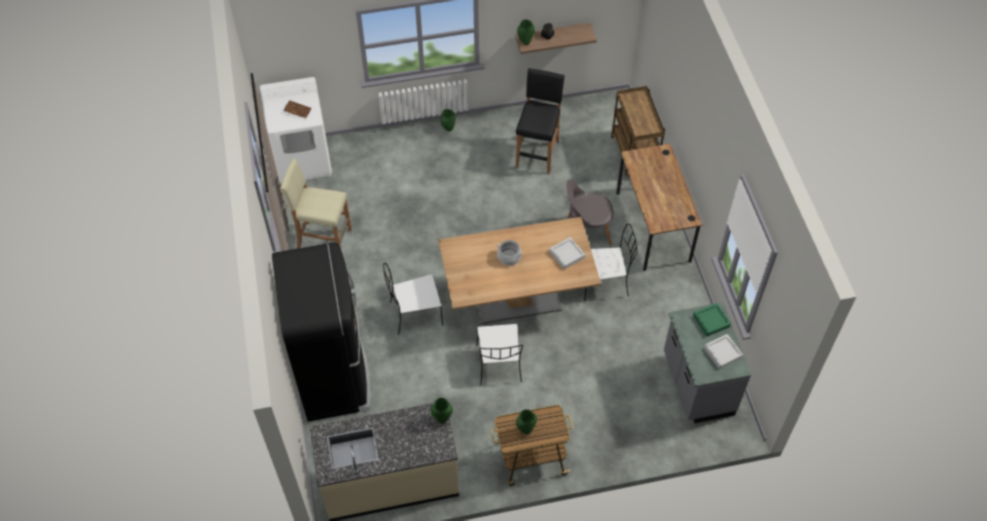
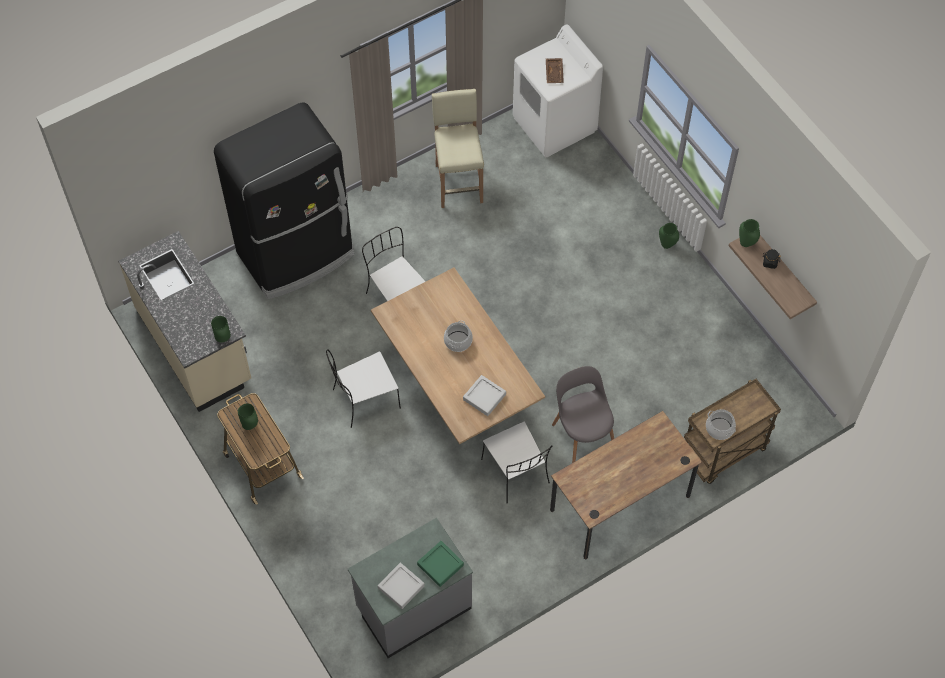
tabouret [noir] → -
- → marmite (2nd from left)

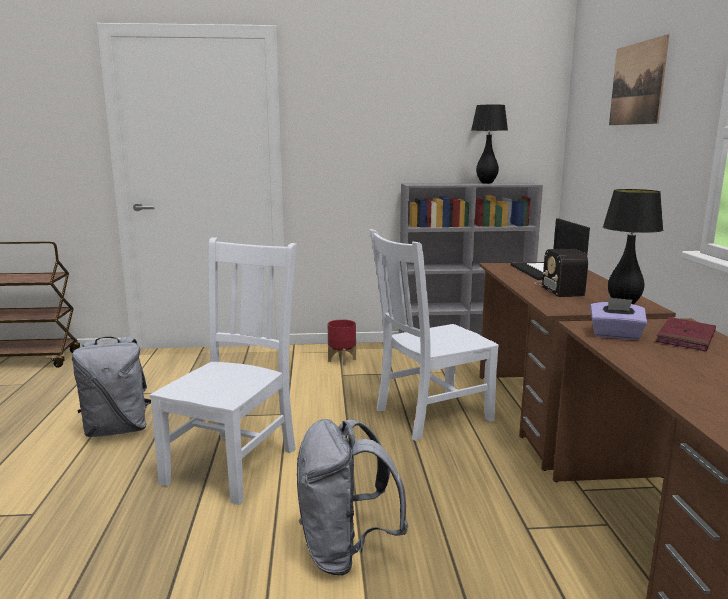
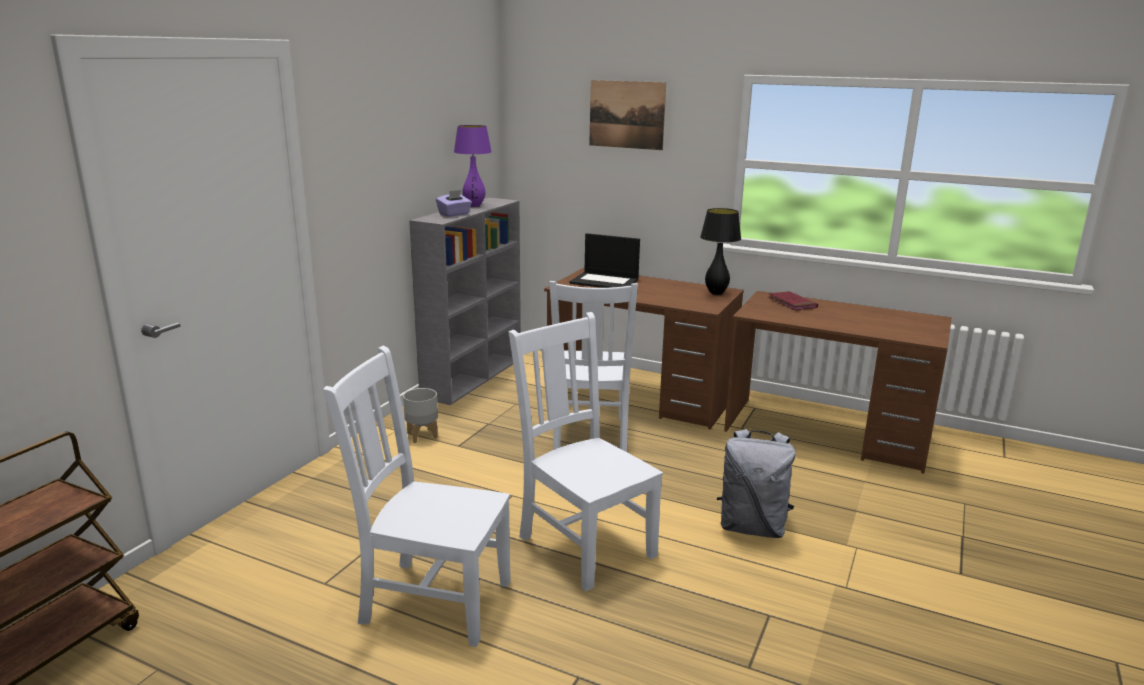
radio → -
boîte à mouchoirs [violet], moved
sac à dos [gris] (1st from left) → chaise [blanc] (1st from left)
cache-pot [rouge] → cache-pot [gris]
lampe de table [noir] (1st from left) → lampe de table [violet]

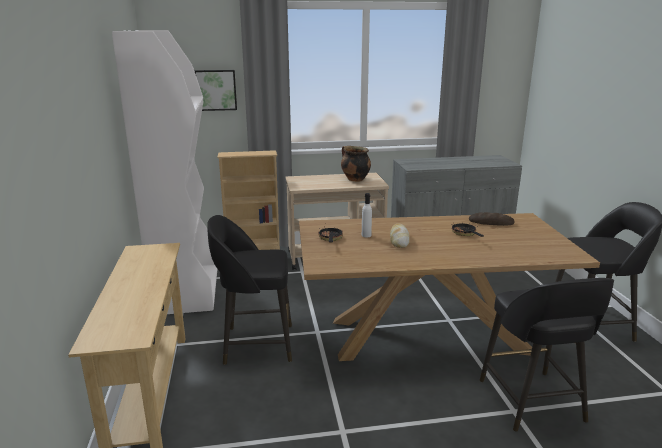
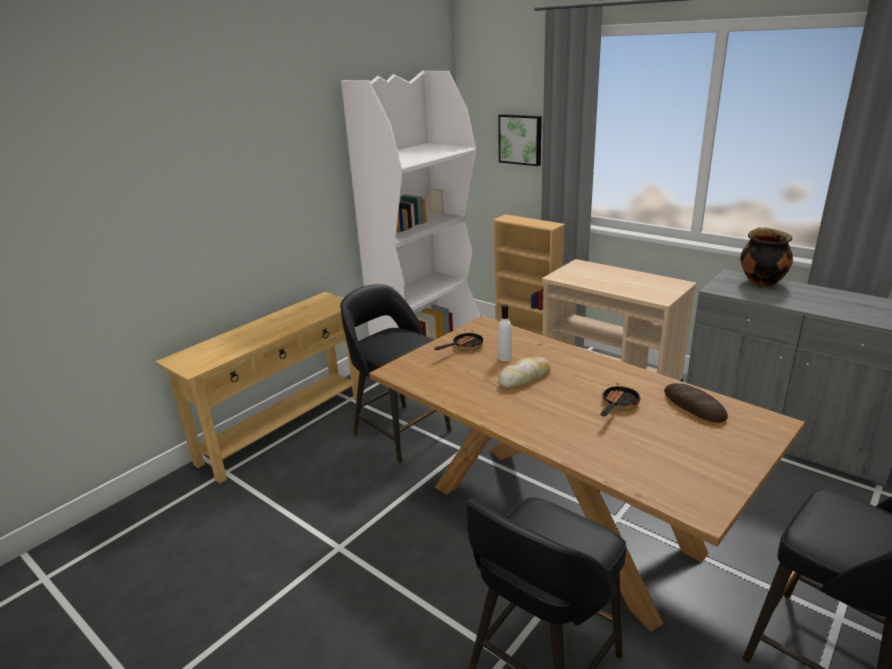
marmite, moved

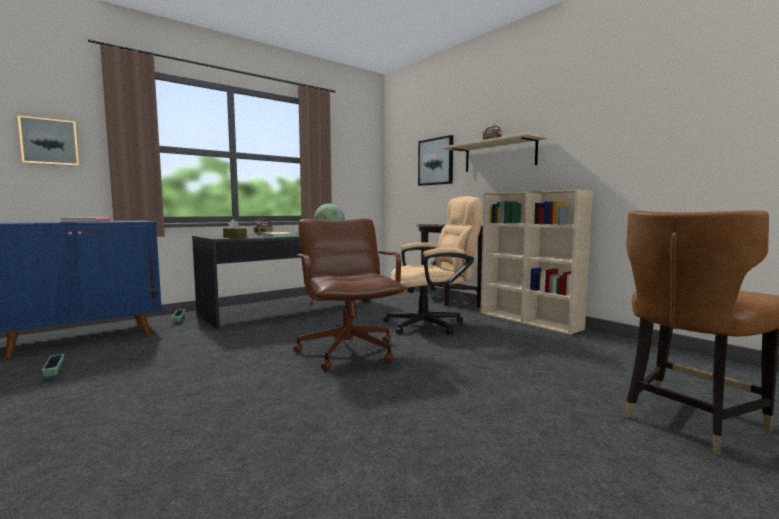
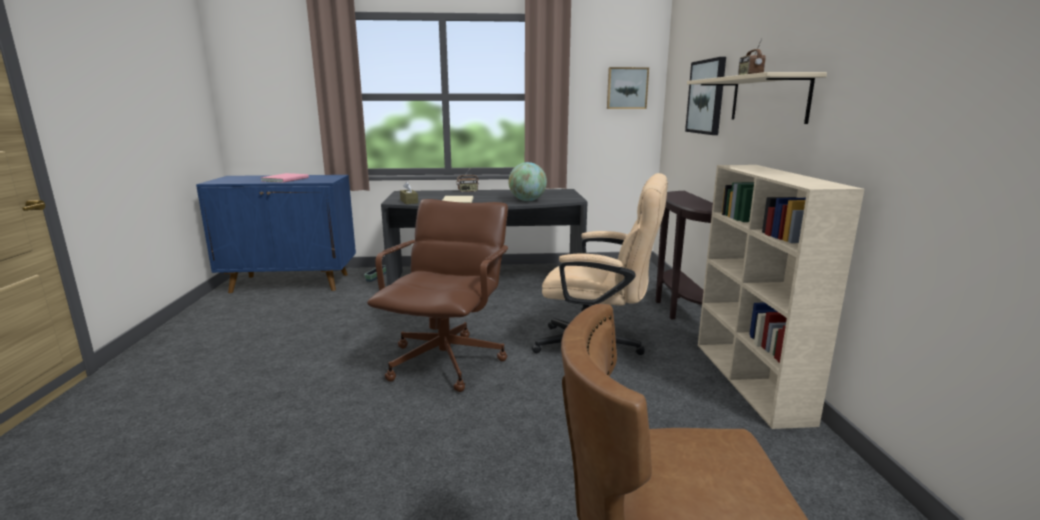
cache-pot (1st from left) → -
tableau (1st from left), moved

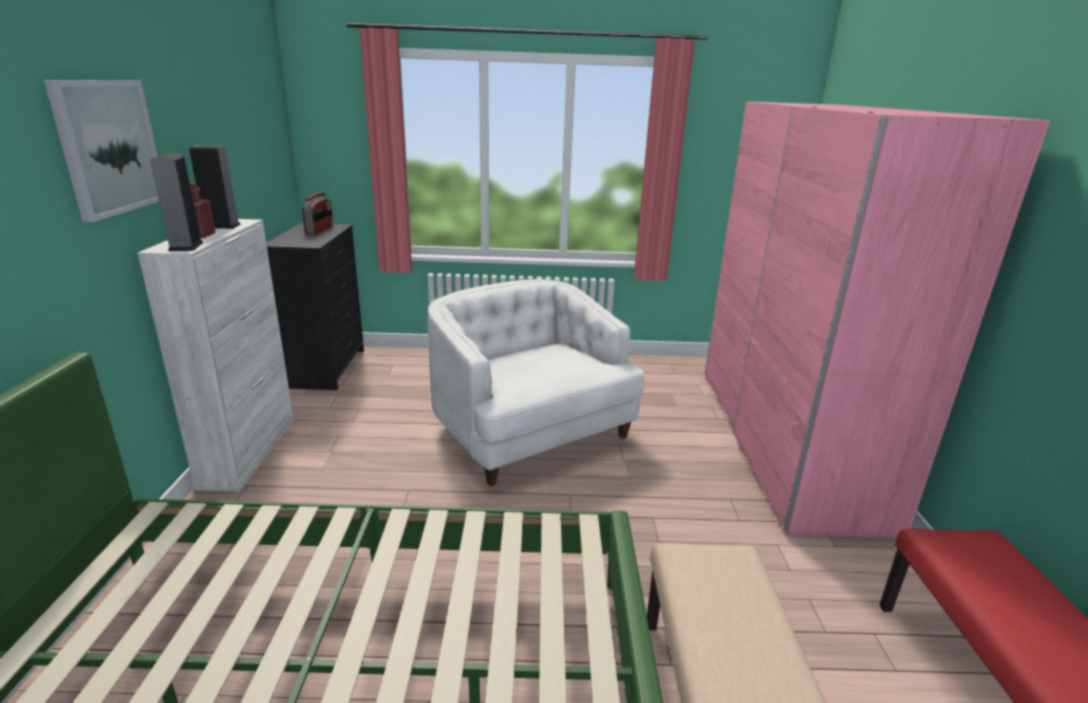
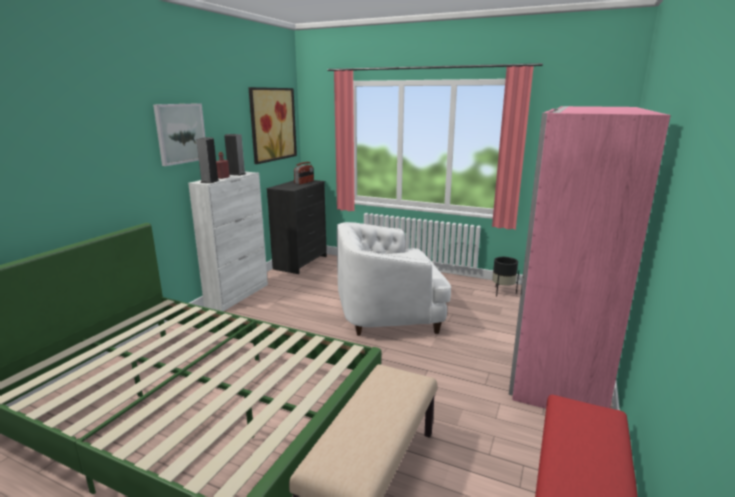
- → tableau (2nd from left)
- → cache-pot [noir]
fauteuil [blanc], 90 degrees counterclockwise

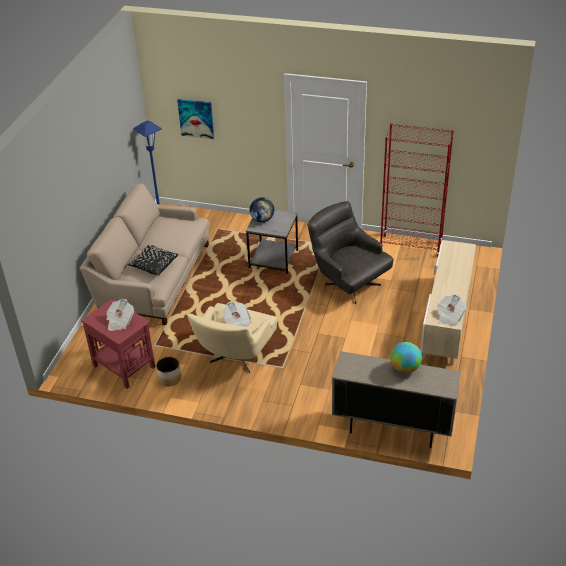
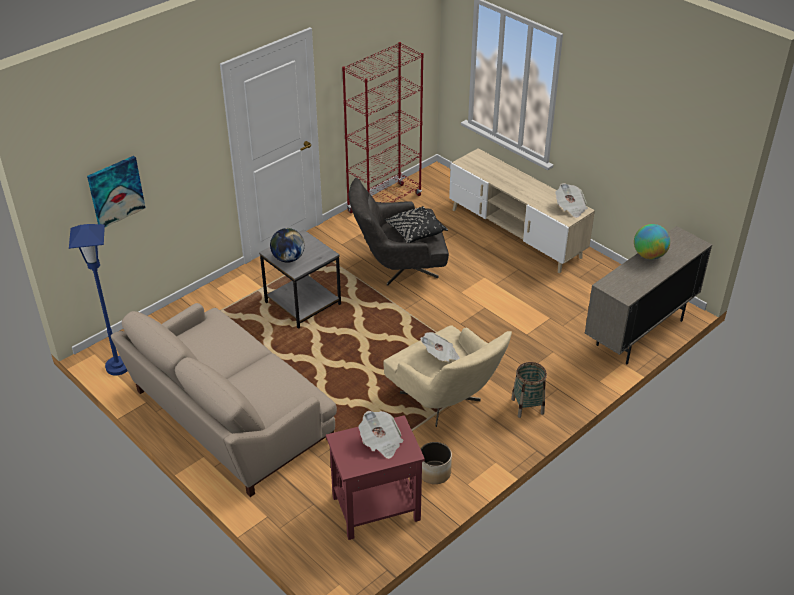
- → panier
coussin [noir], moved

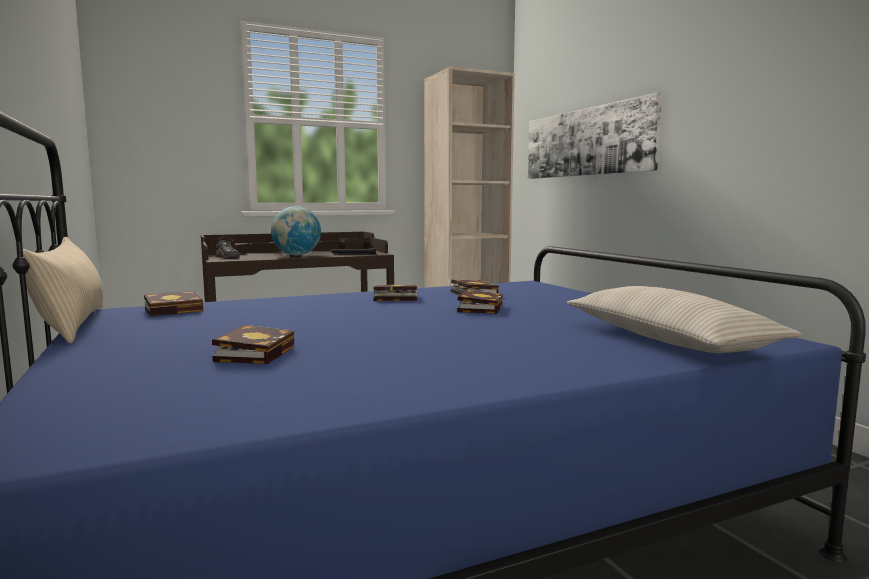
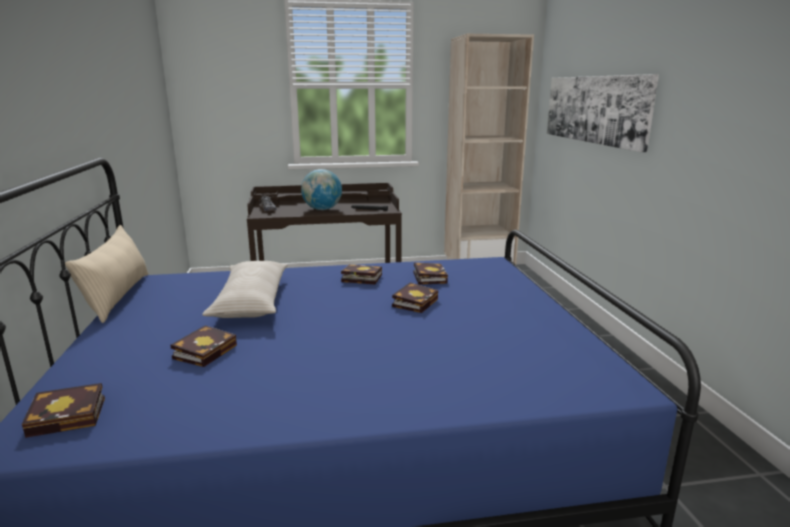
livre (1st from left), moved
coussin [beige] (2nd from left), moved

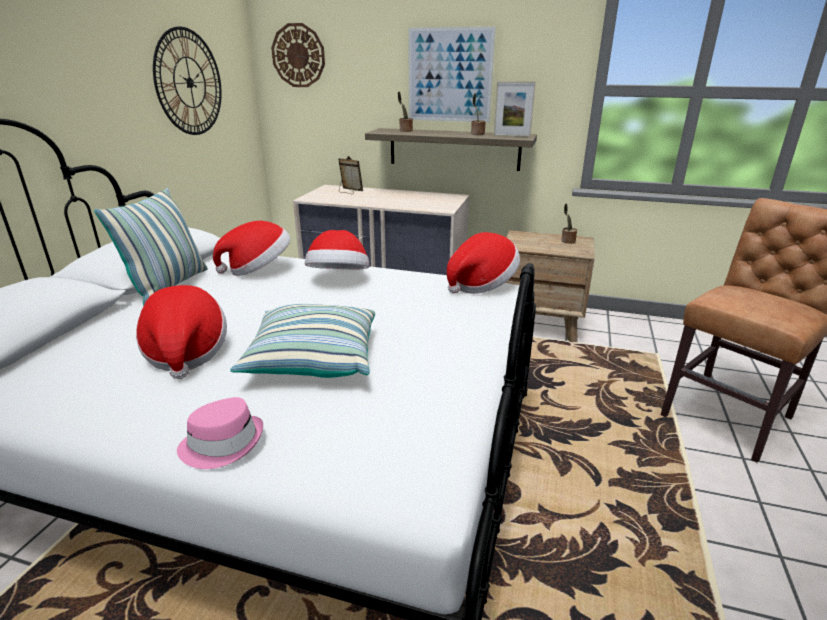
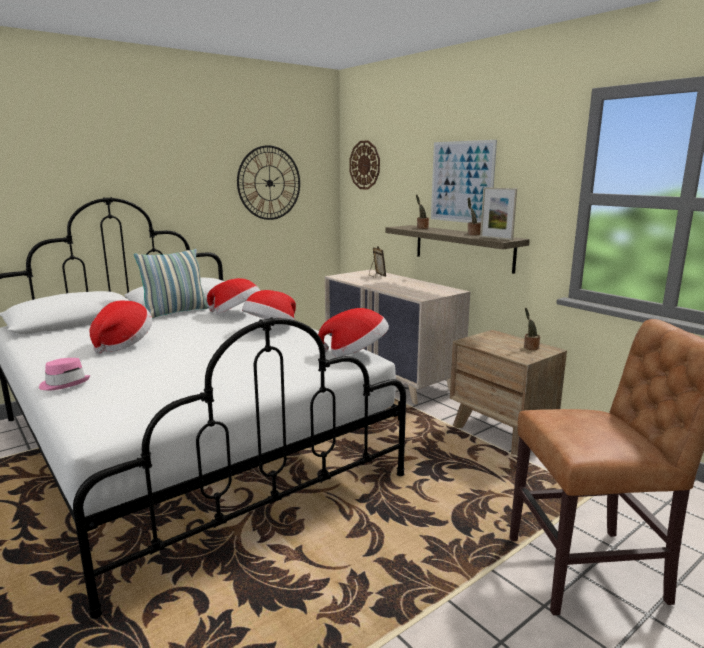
coussin (2nd from left) → -

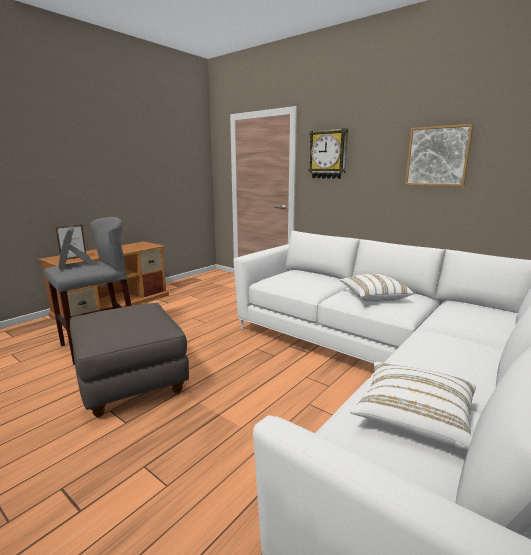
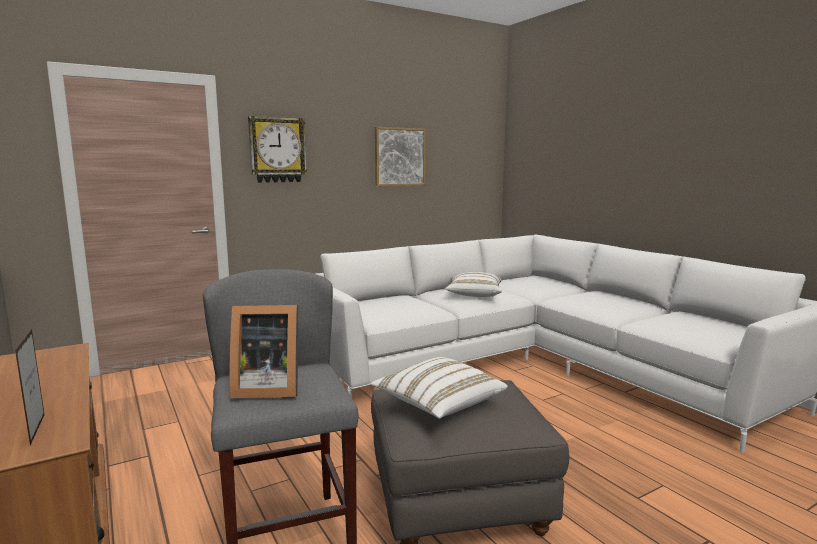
coussin [blanc] (2nd from left in the first image) → coussin [blanc] (1st from left), moved

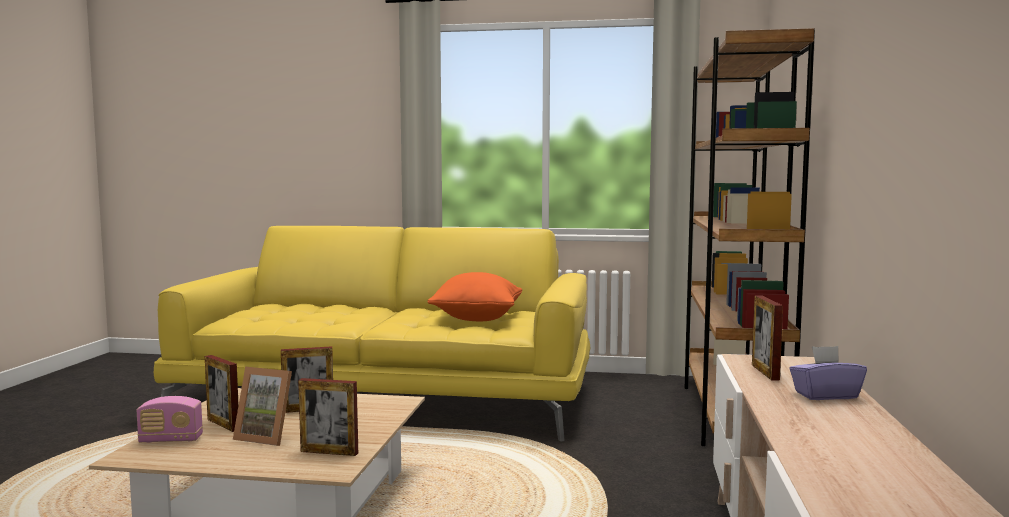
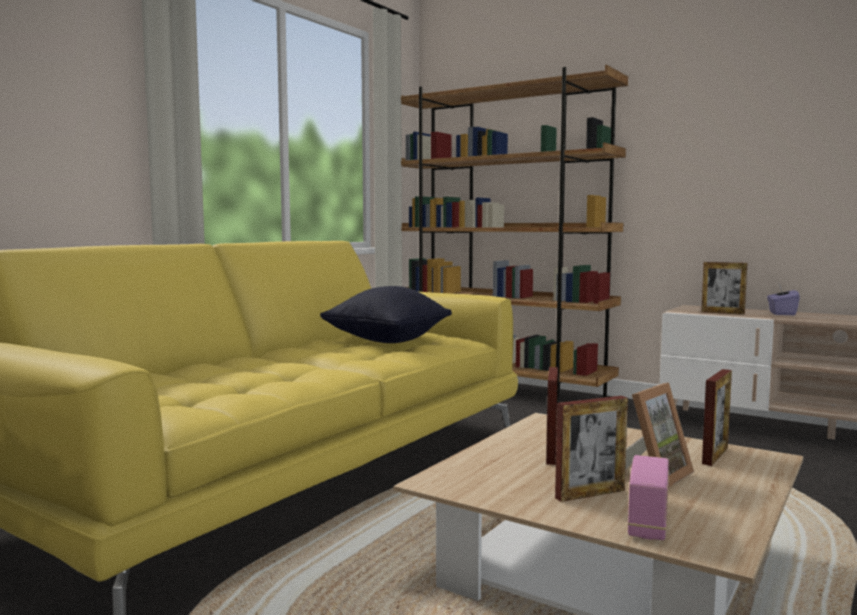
coussin [orange] → coussin [noir]

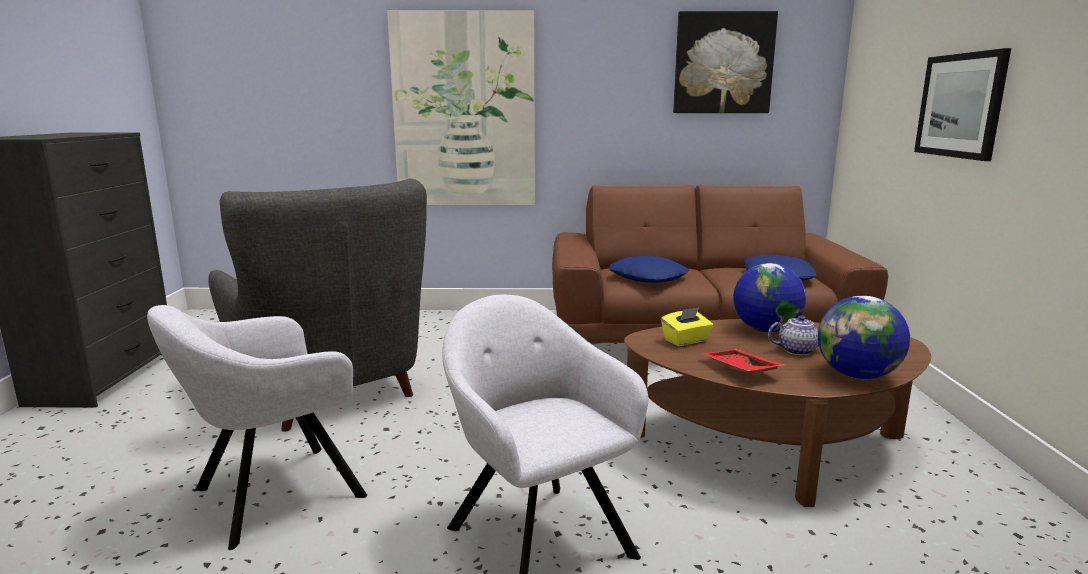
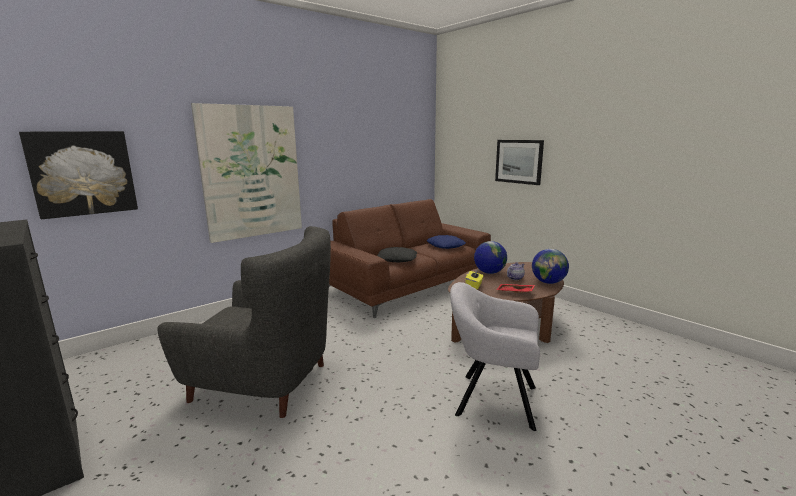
fauteuil [gris] (1st from left) → -
tableau (2nd from left in the first image) → tableau (1st from left), moved
coussin [bleu] (1st from left) → coussin [noir]

